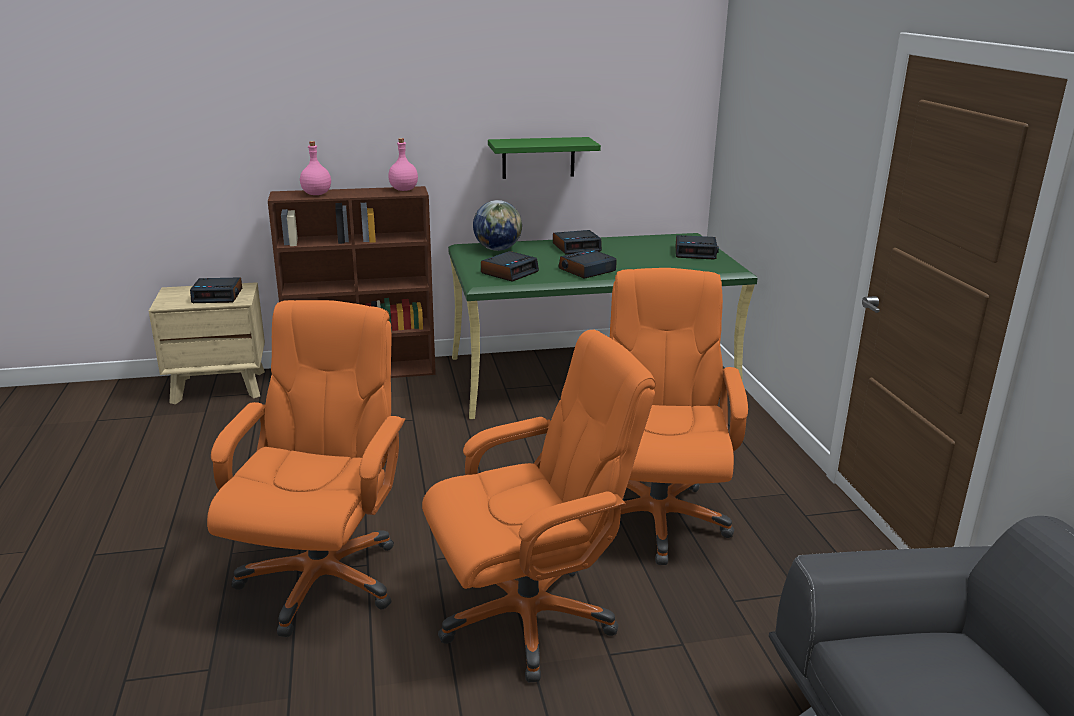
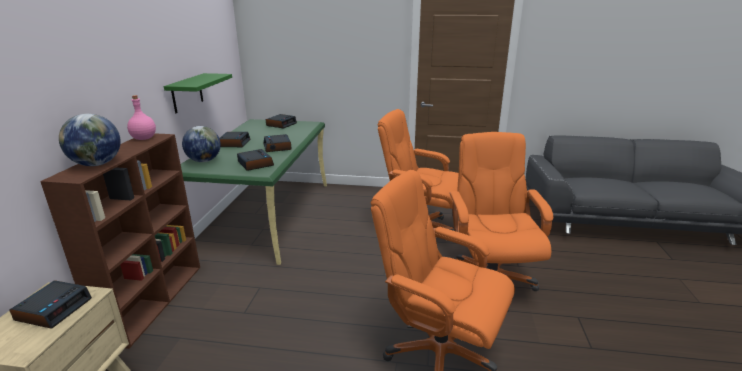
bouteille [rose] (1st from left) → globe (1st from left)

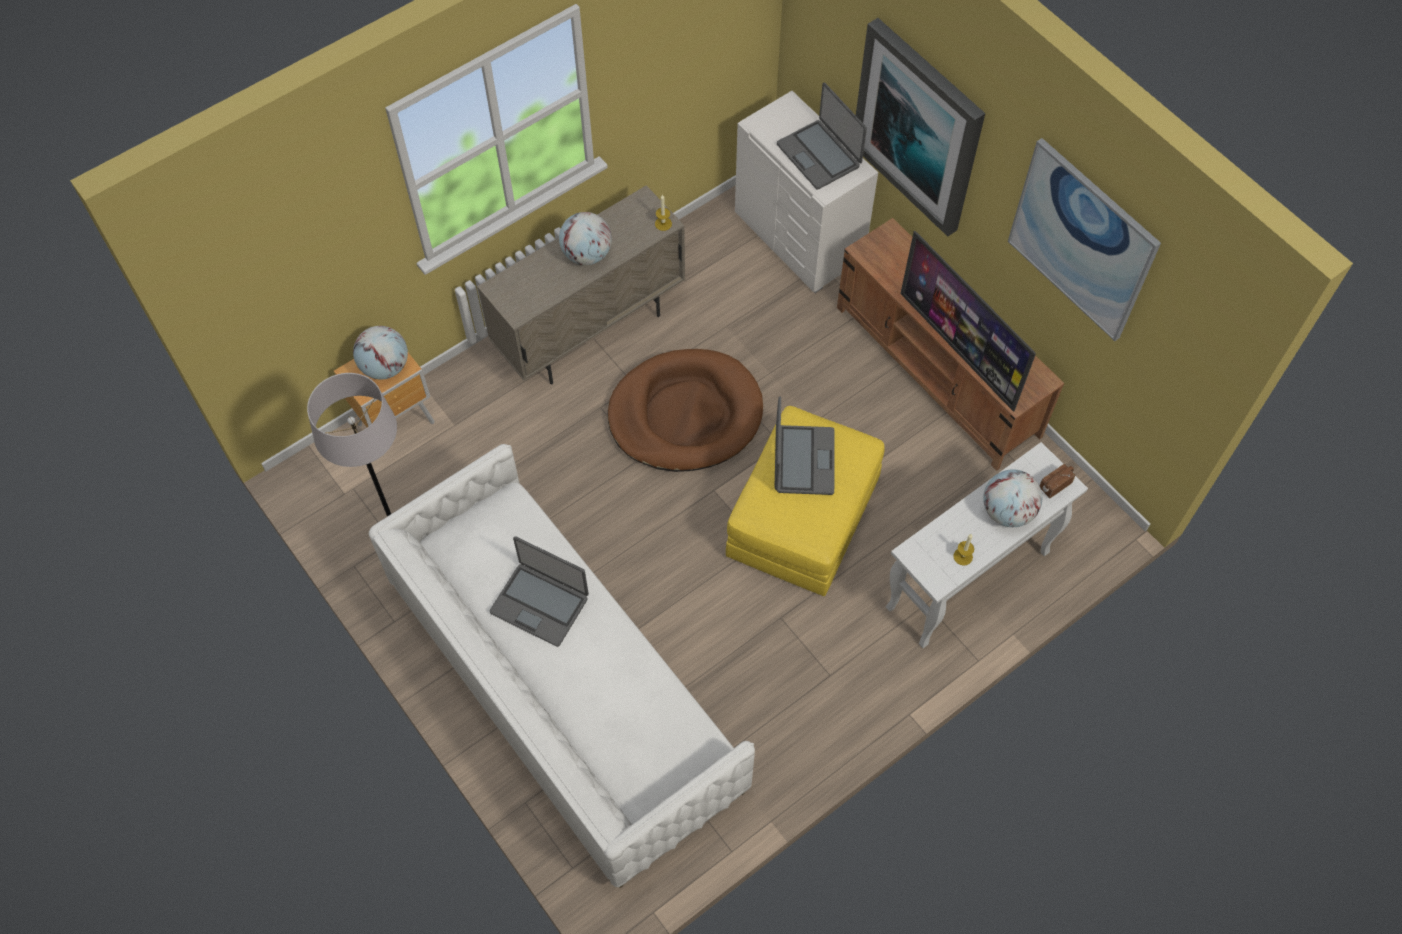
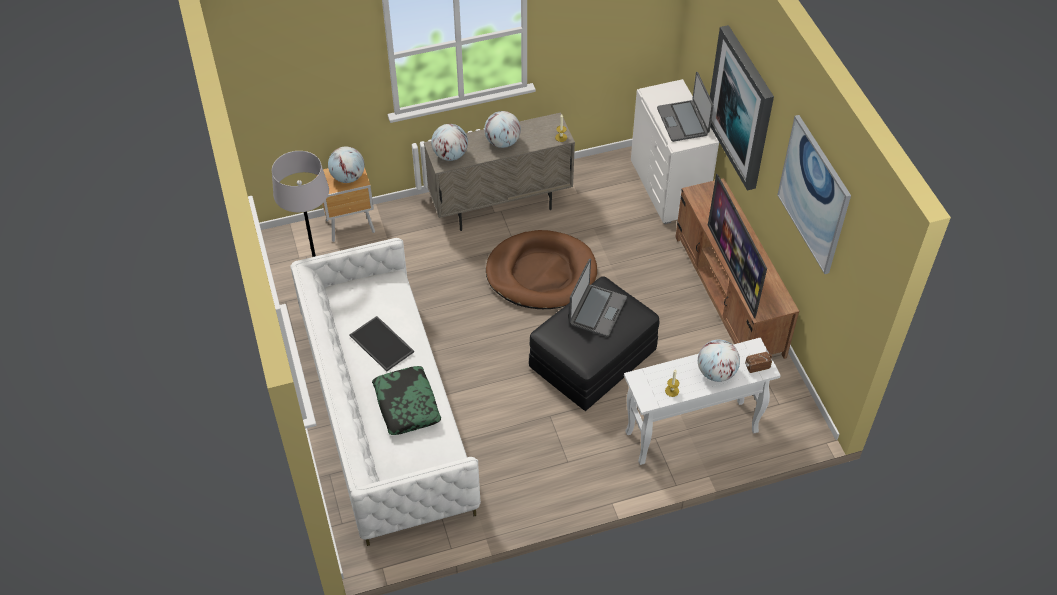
- → coussin
- → globe (2nd from left)
ordinateur portable (1st from left) → plateau
pouf [jaune] → pouf [noir]

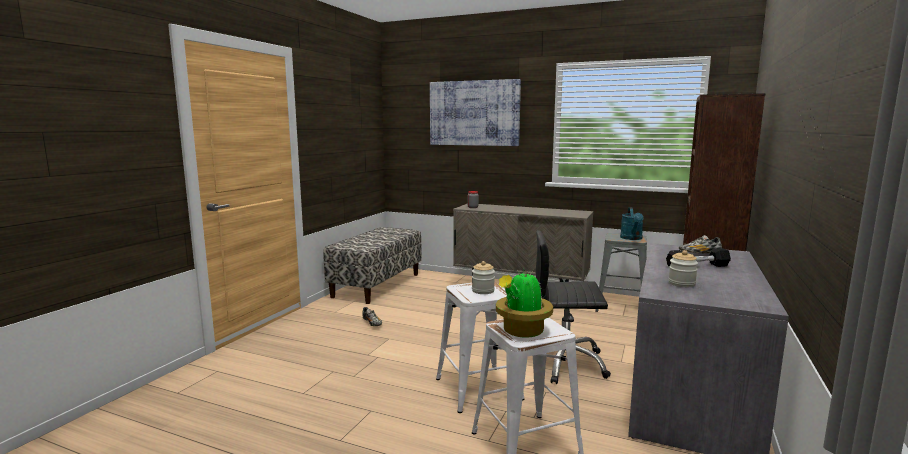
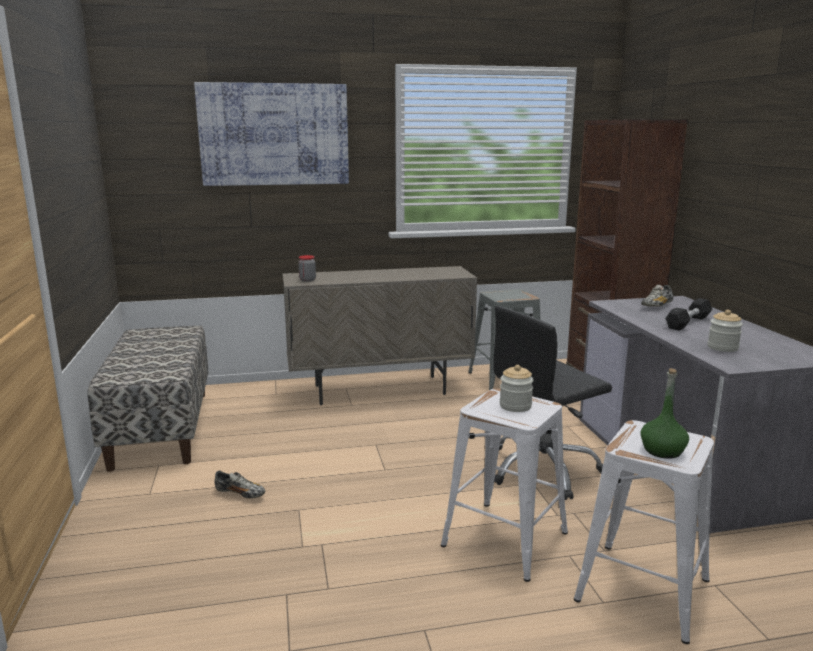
arrosoir [turquoise] → -
plante en pot → bouteille [vert]

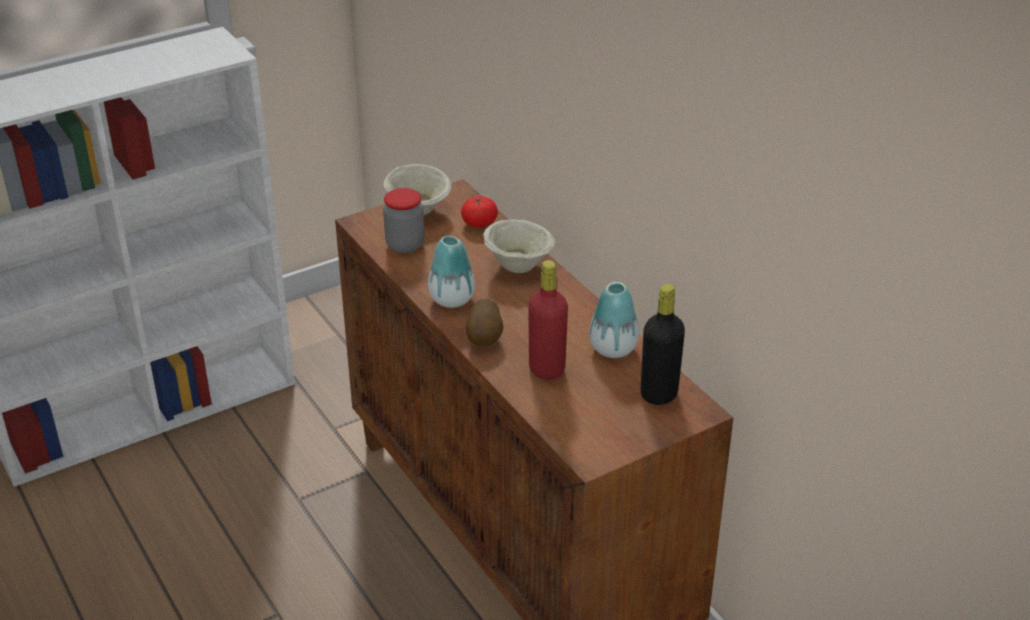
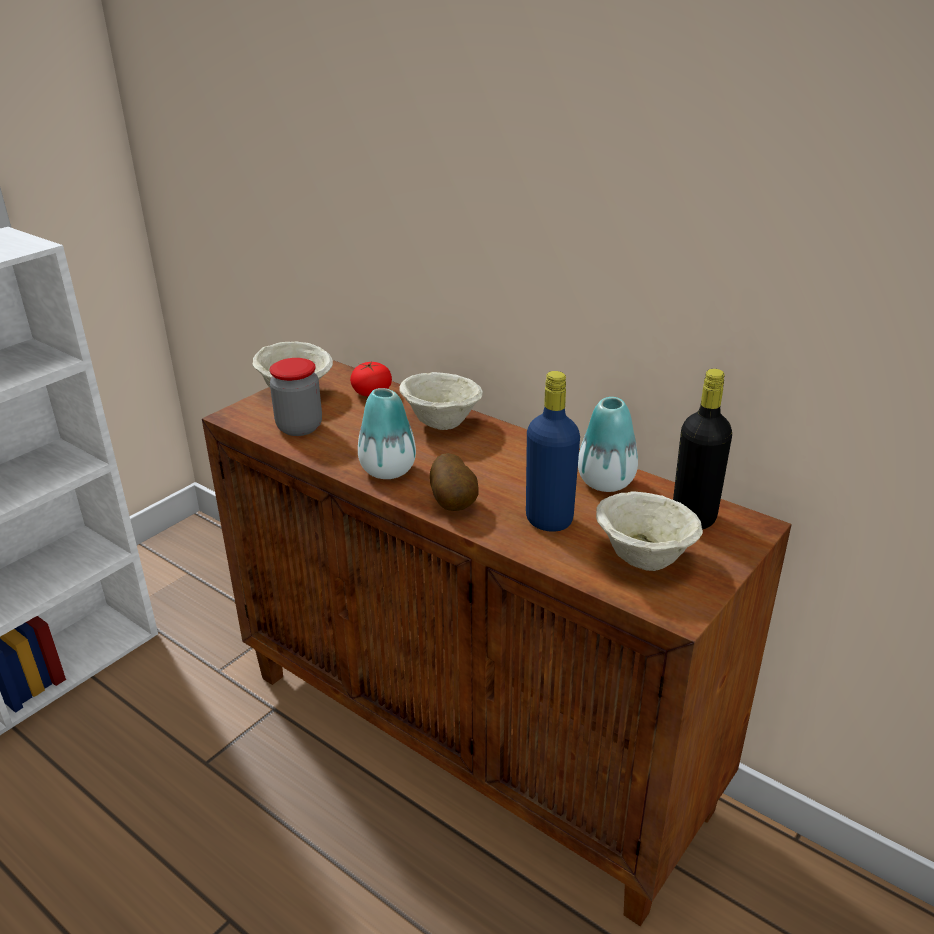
- → bol [beige] (3rd from left)
bouteille [rouge] → bouteille [bleu]

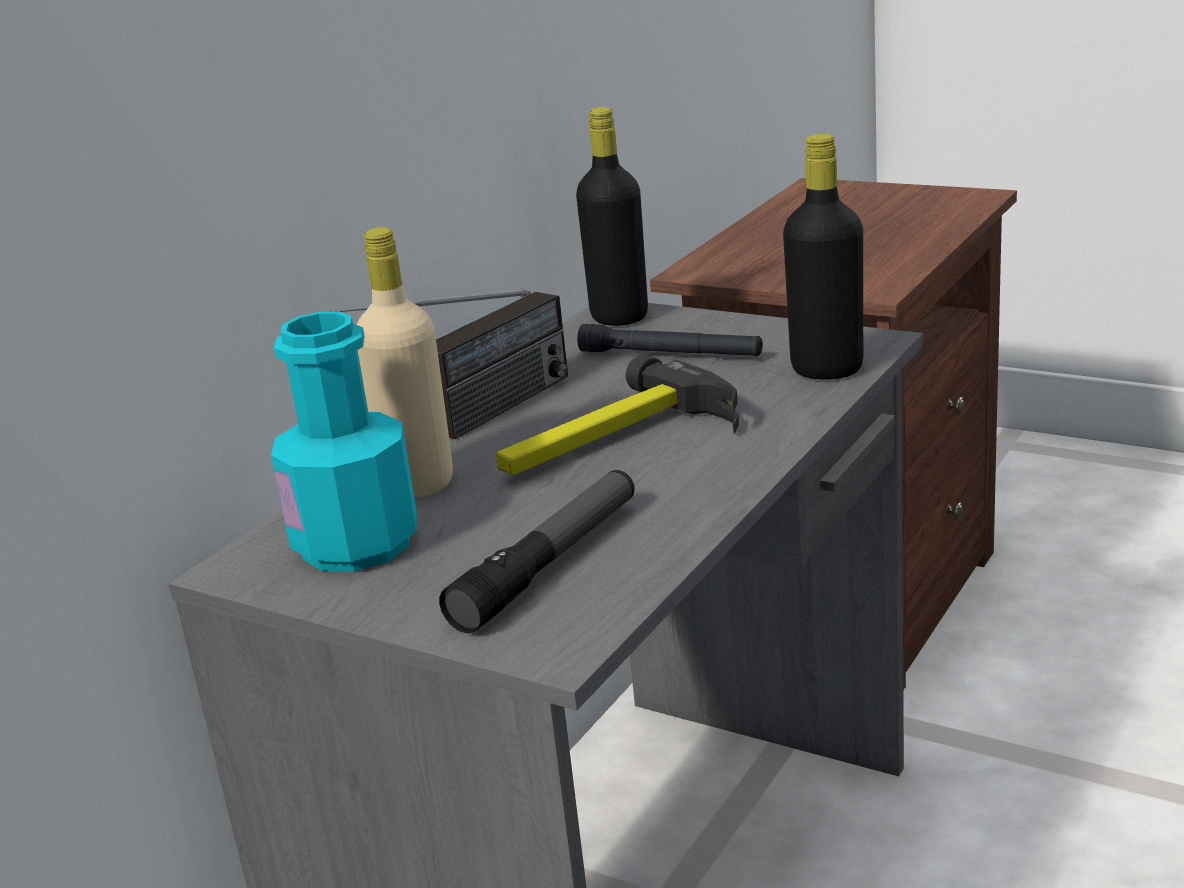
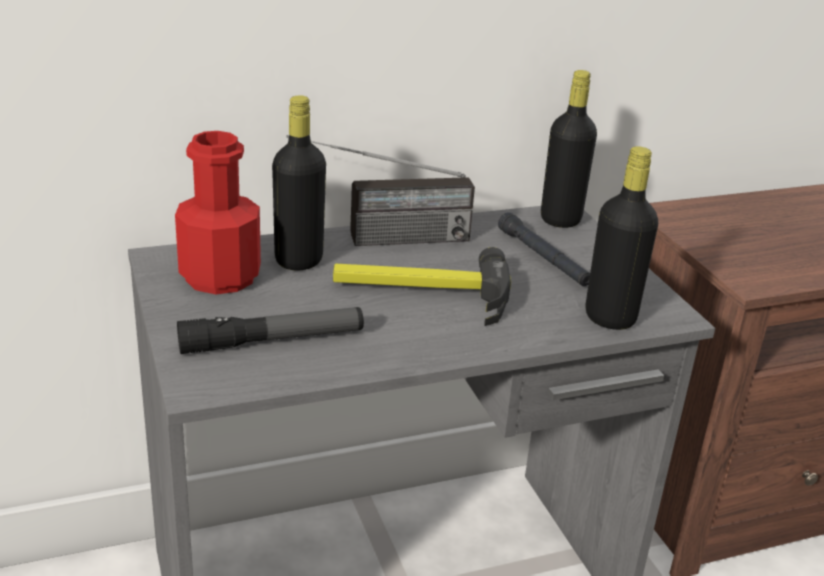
bouteille [turquoise] → bouteille [rouge]
bouteille [beige] → bouteille [noir] (1st from left)

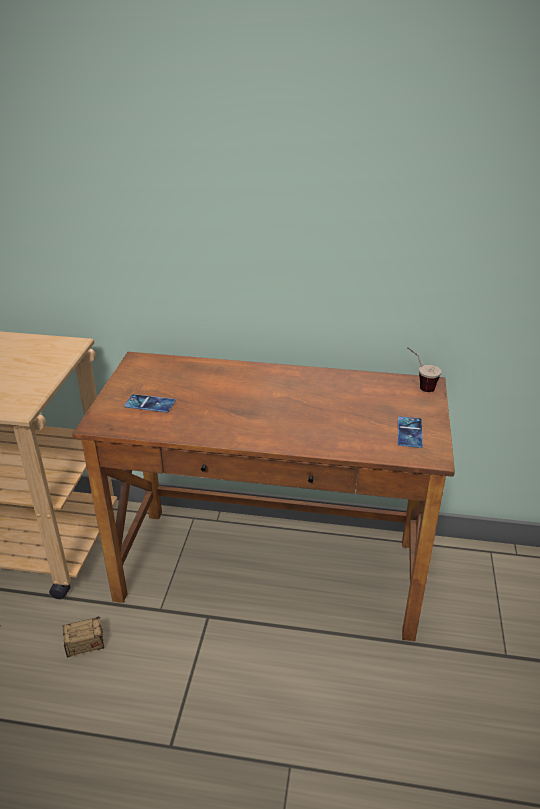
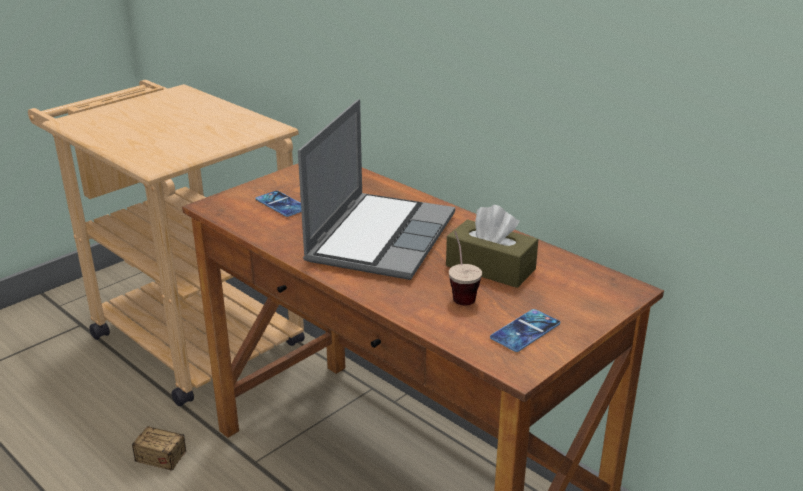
- → ordinateur portable
- → boîte à mouchoirs [marron]
tasse, moved

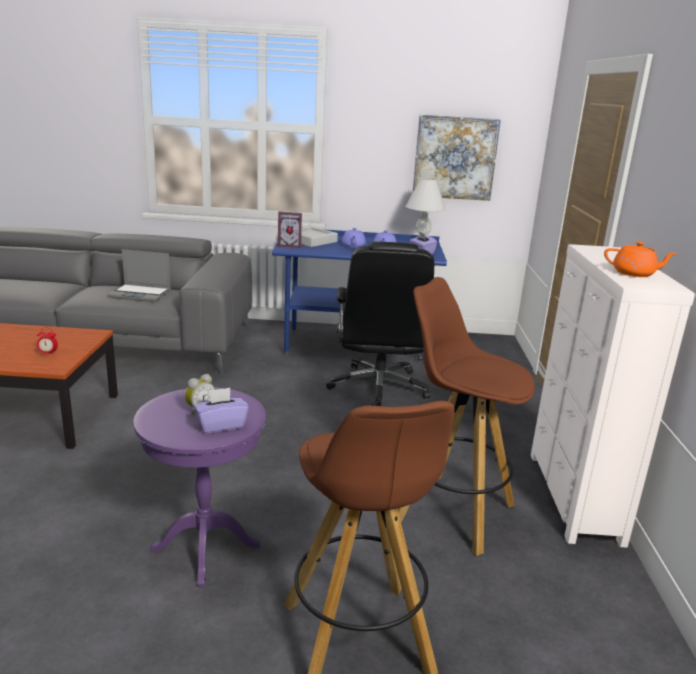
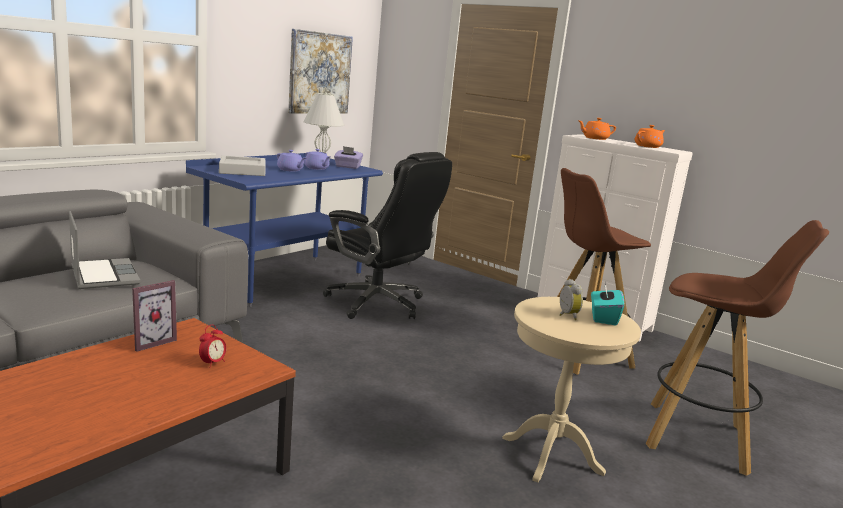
- → théière [orange] (1st from left)
cadre photo, moved
table d'appoint [violet] → table d'appoint [beige]
boîte à mouchoirs [violet] (1st from left) → boîte à mouchoirs [turquoise]
ordinateur portable, 75 degrees counterclockwise

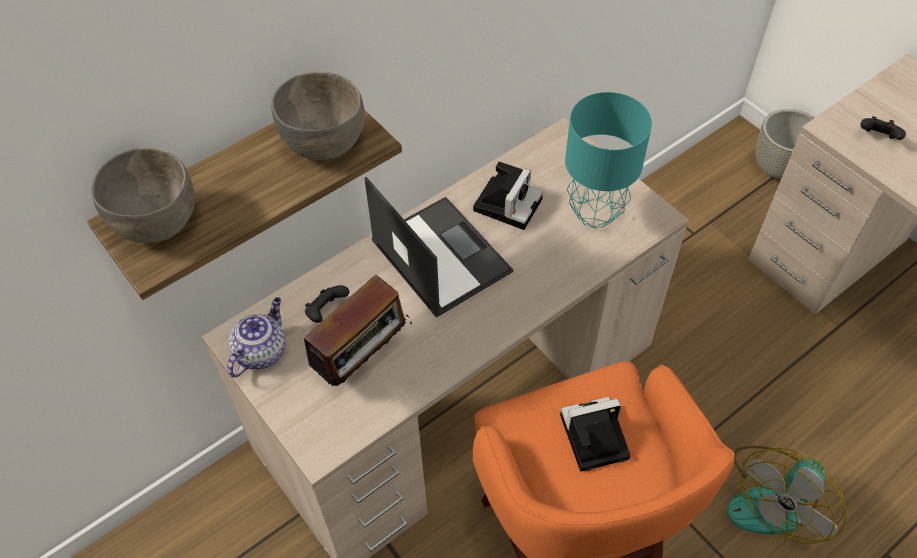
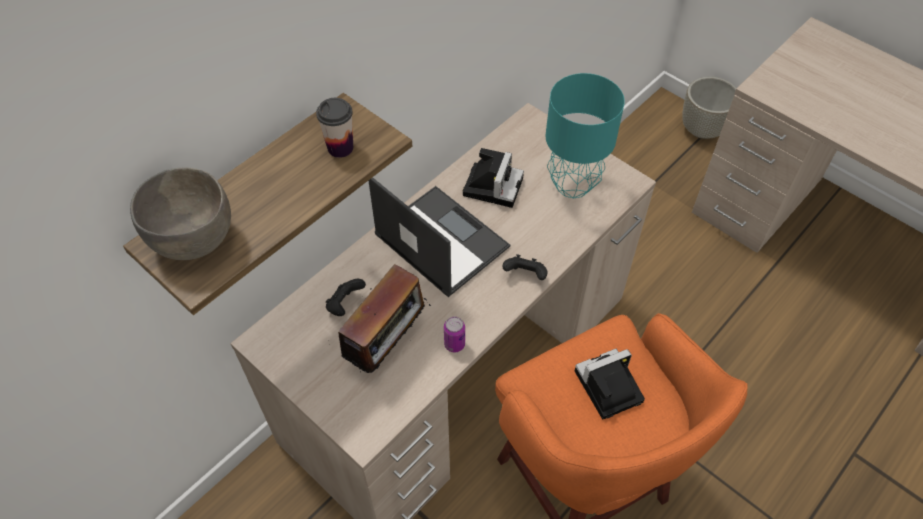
théière → -
ventilateur → -
- → boîte métallique
manette [noir] (2nd from left), moved
bol [gris] (2nd from left) → tasse

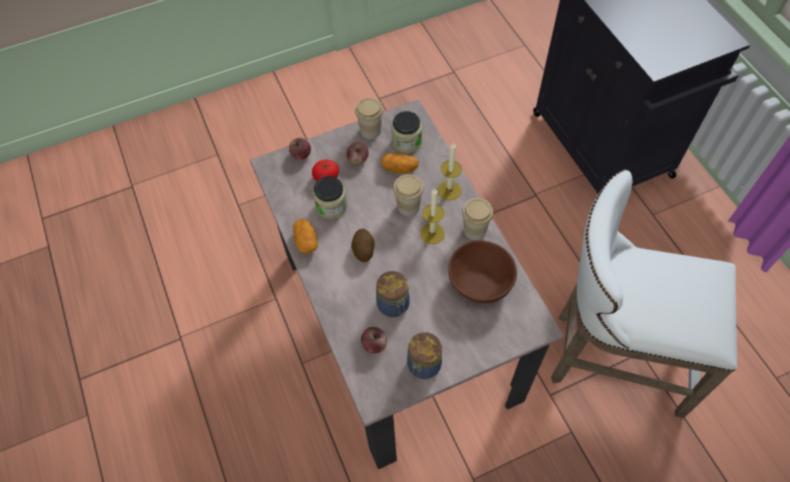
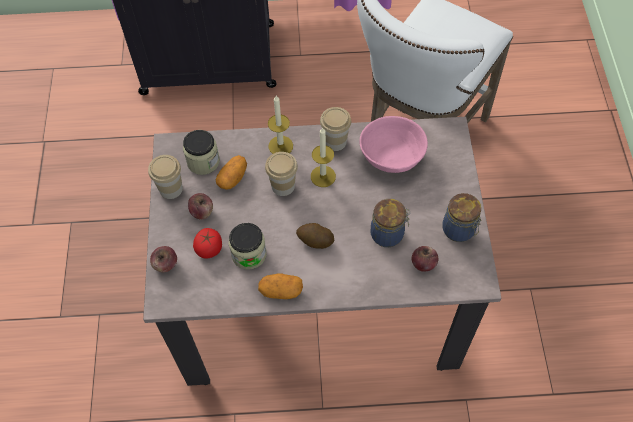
bol [marron] → bol [rose]

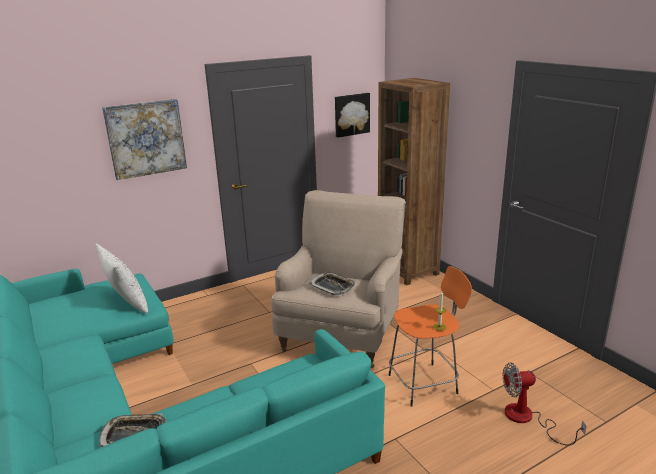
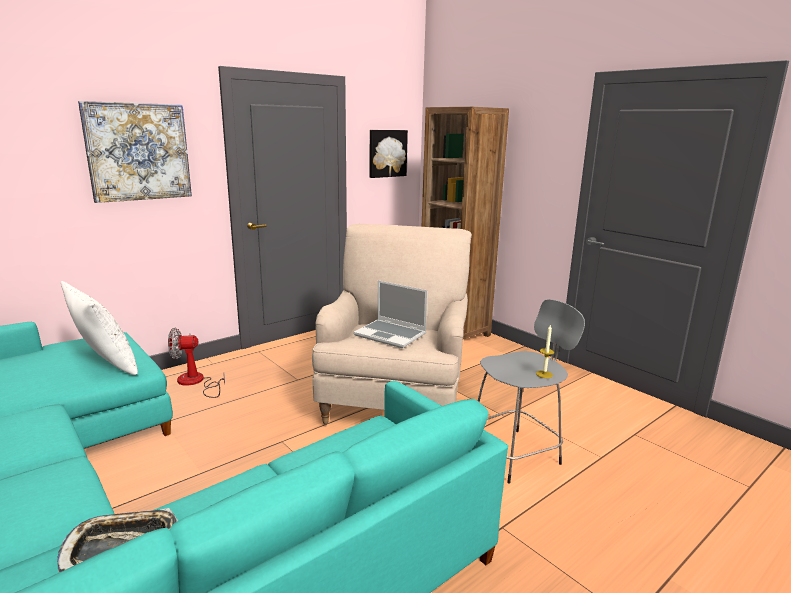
ventilateur, moved
plateau (2nd from left) → ordinateur portable
tabouret [orange] → tabouret [gris]

